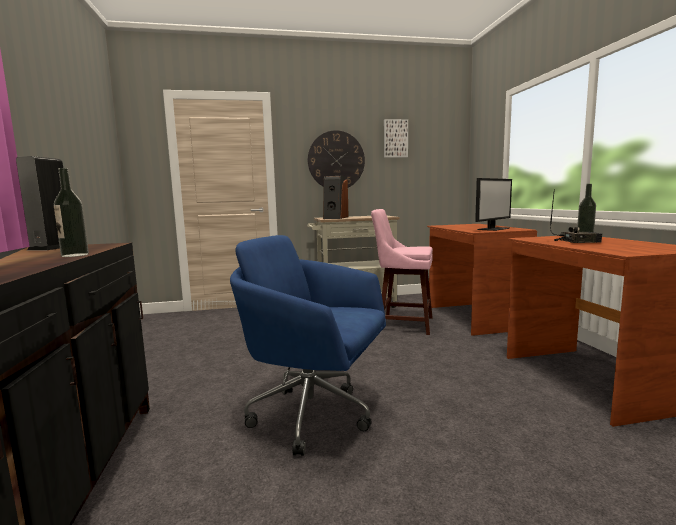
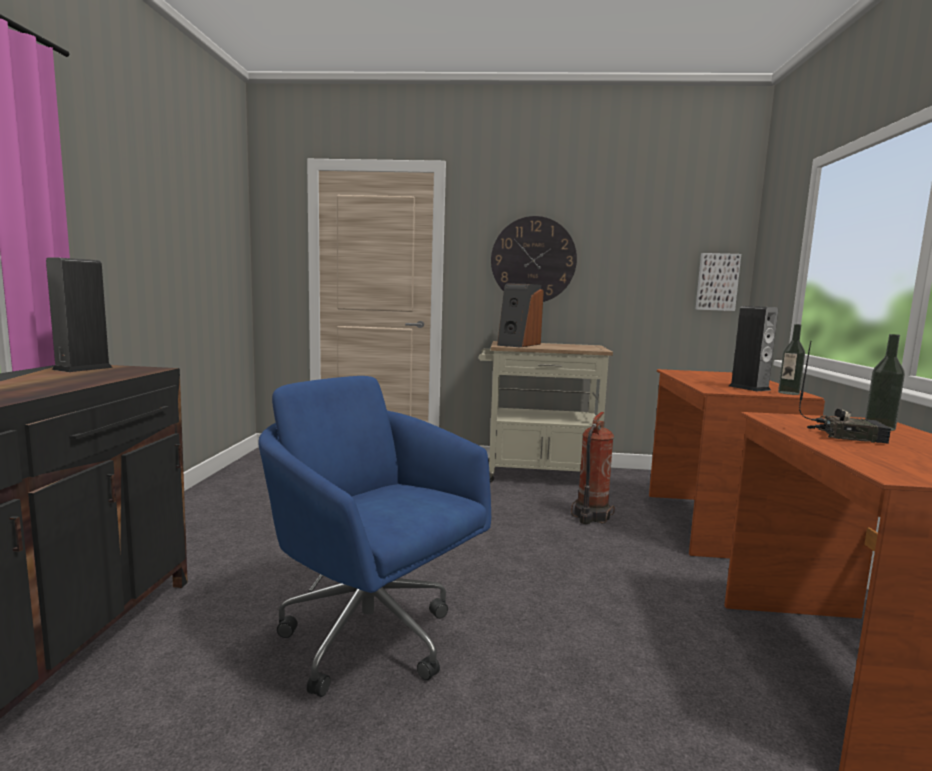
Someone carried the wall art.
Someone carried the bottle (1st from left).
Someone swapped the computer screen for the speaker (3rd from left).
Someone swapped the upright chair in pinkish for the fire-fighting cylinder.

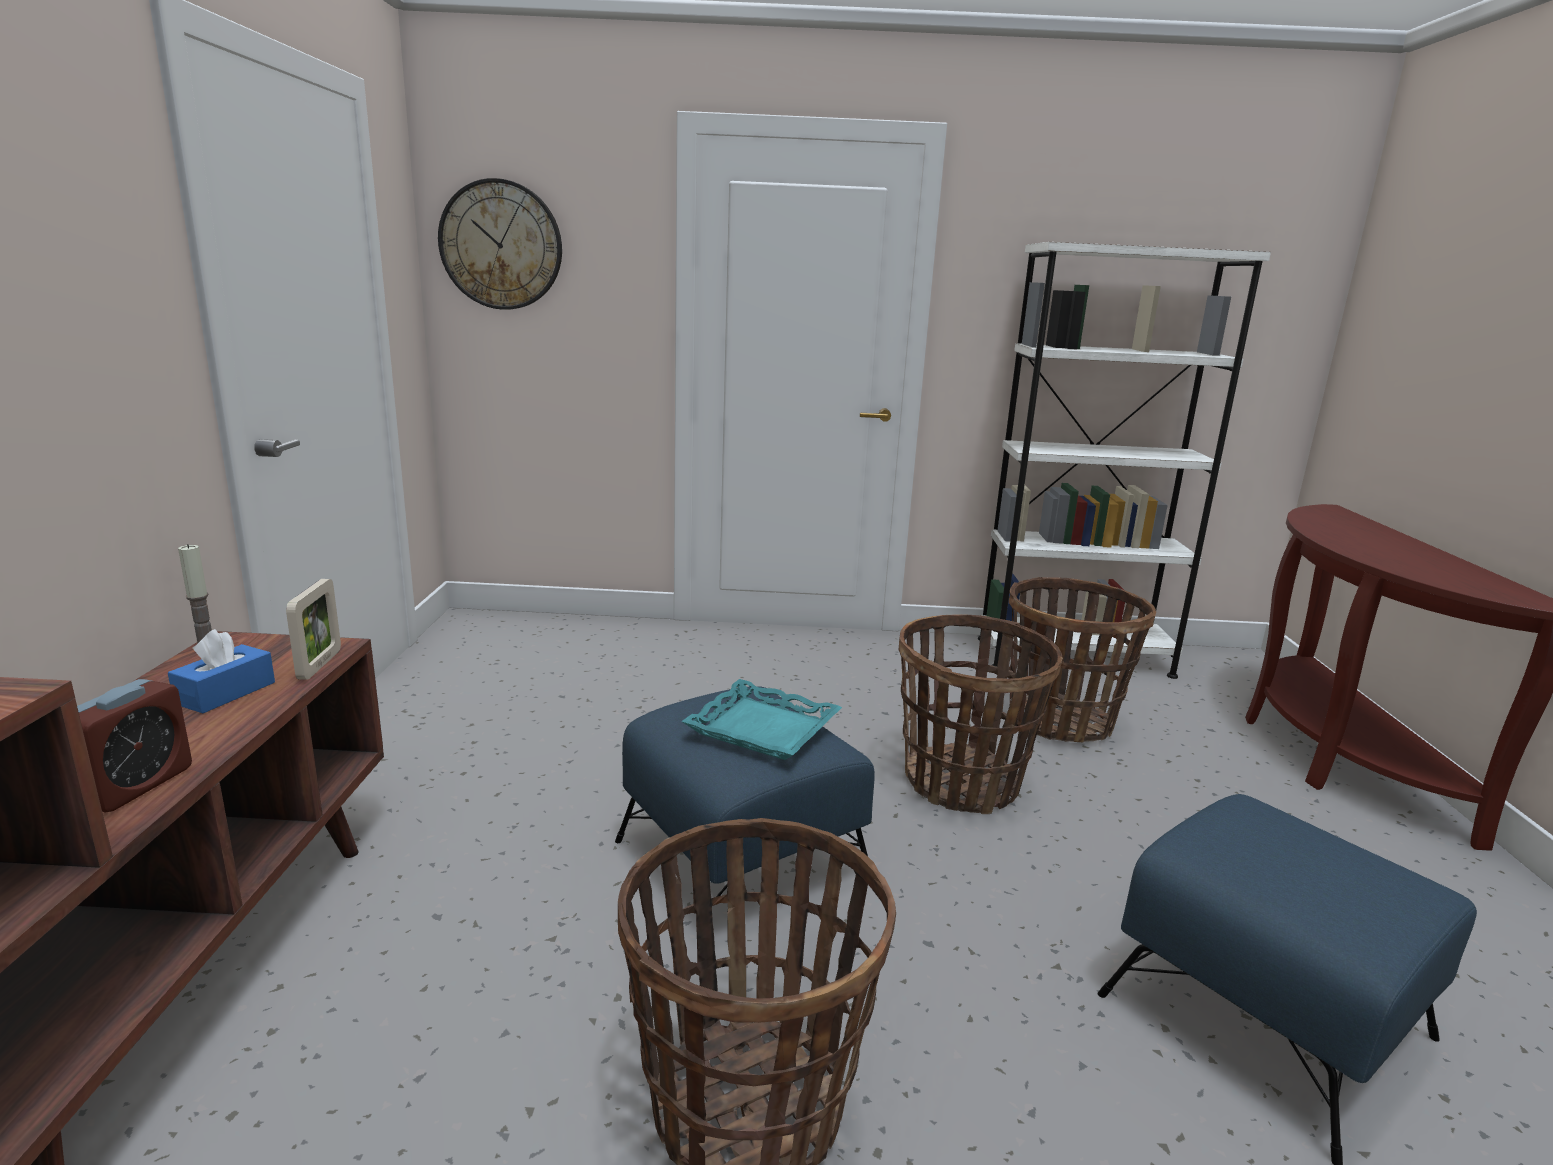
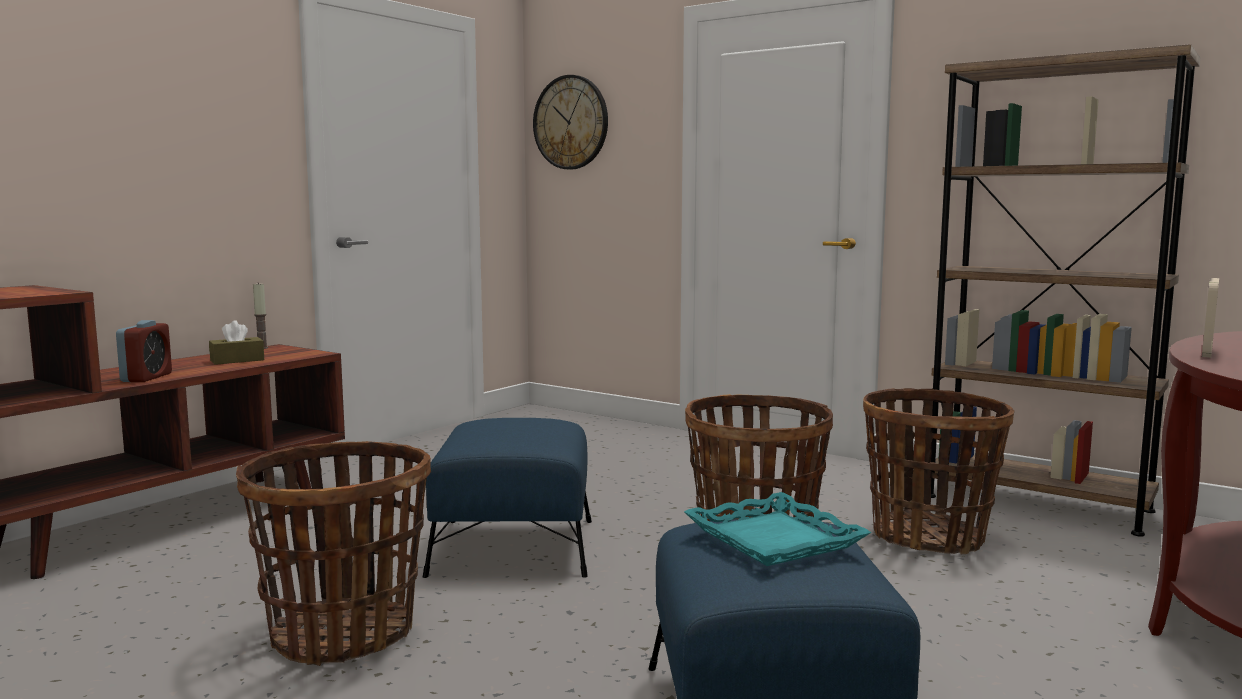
Someone repainted the bookshelf in white-coloured, which became the bookshelf in brown-coloured.
Someone carried the standing frame.
Someone repainted the box of tissues in blue-coloured, which became the box of tissues in brown-coloured.
Someone rotated the bedside clock by 45 degrees counterclockwise.
Someone carried the serving tray in turquoise.

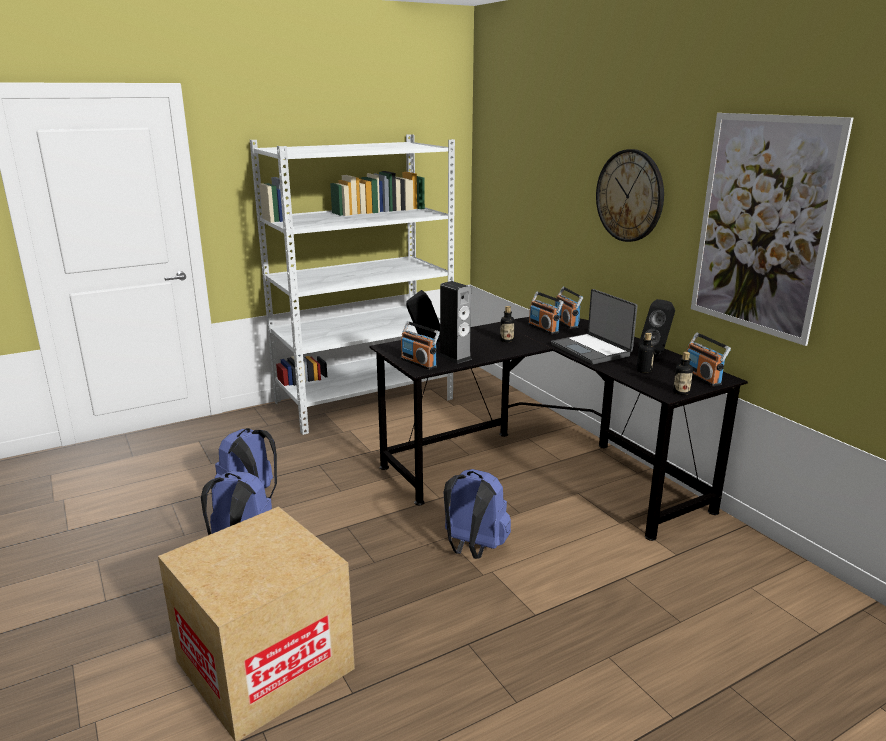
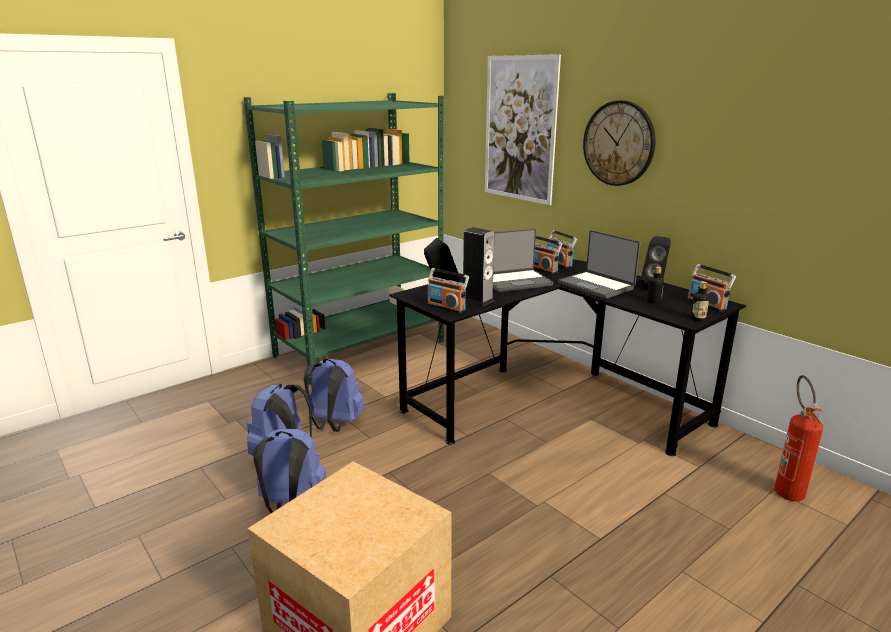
Someone carried the wall art.
Someone repainted the bookshelf in white-coloured, which became the bookshelf in green.
Someone swapped the bottle (1st from left) for the notebook computer (1st from left).
Someone carried the rucksack in blue-coloured (3rd from left).
Someone put down the fire-fighting cylinder.

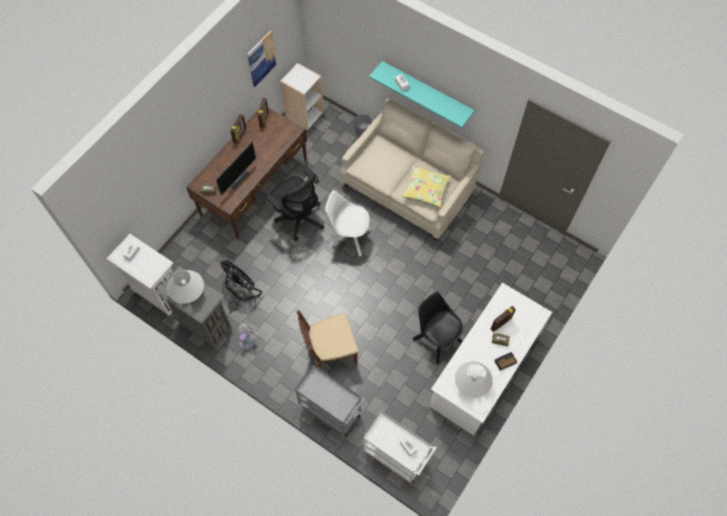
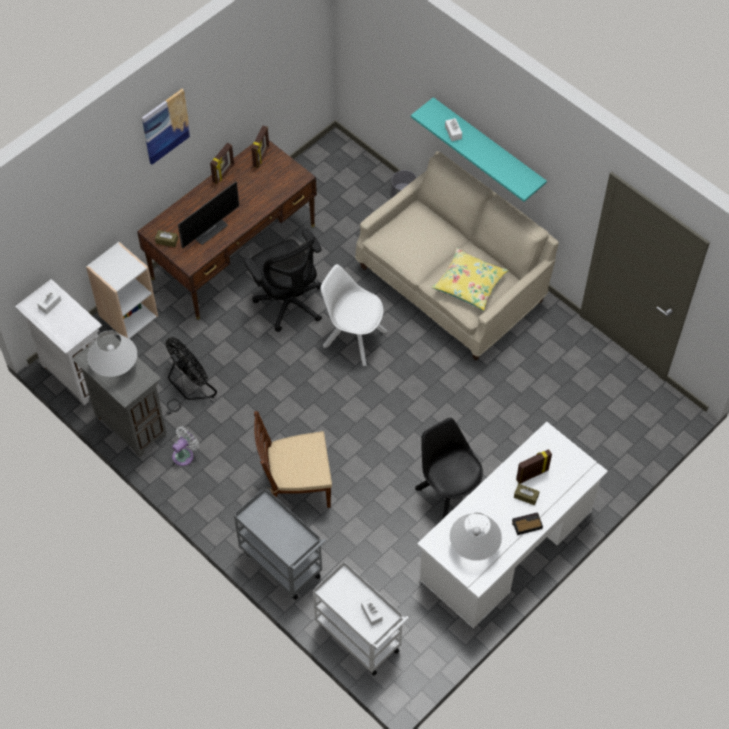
Someone carried the wall art.
Someone carried the bookshelf.

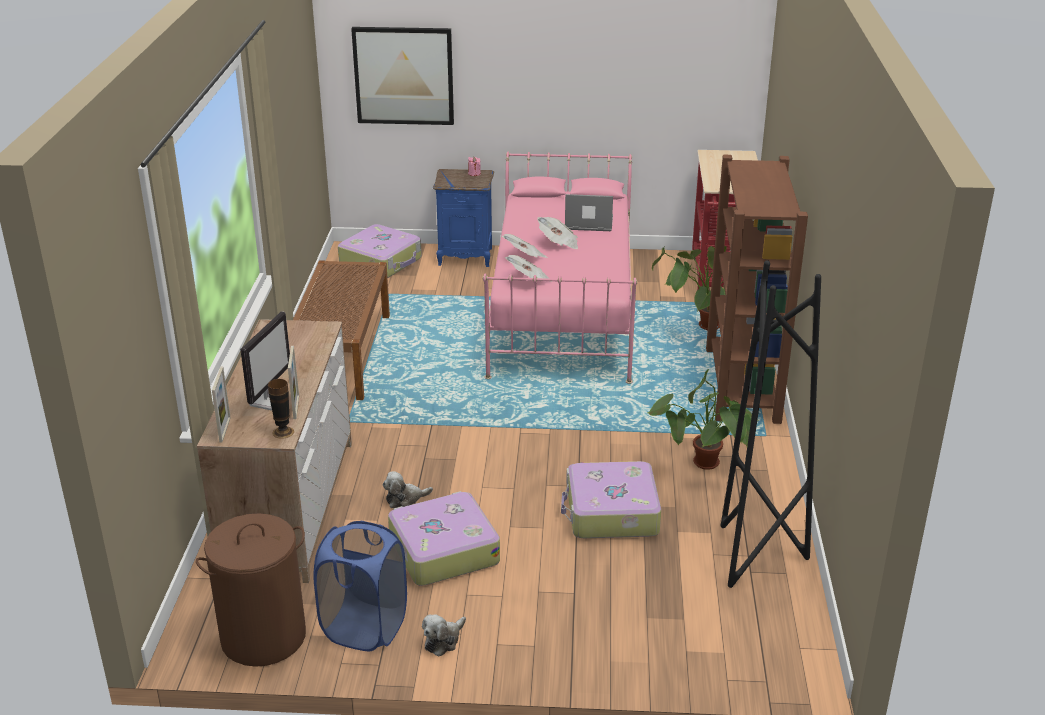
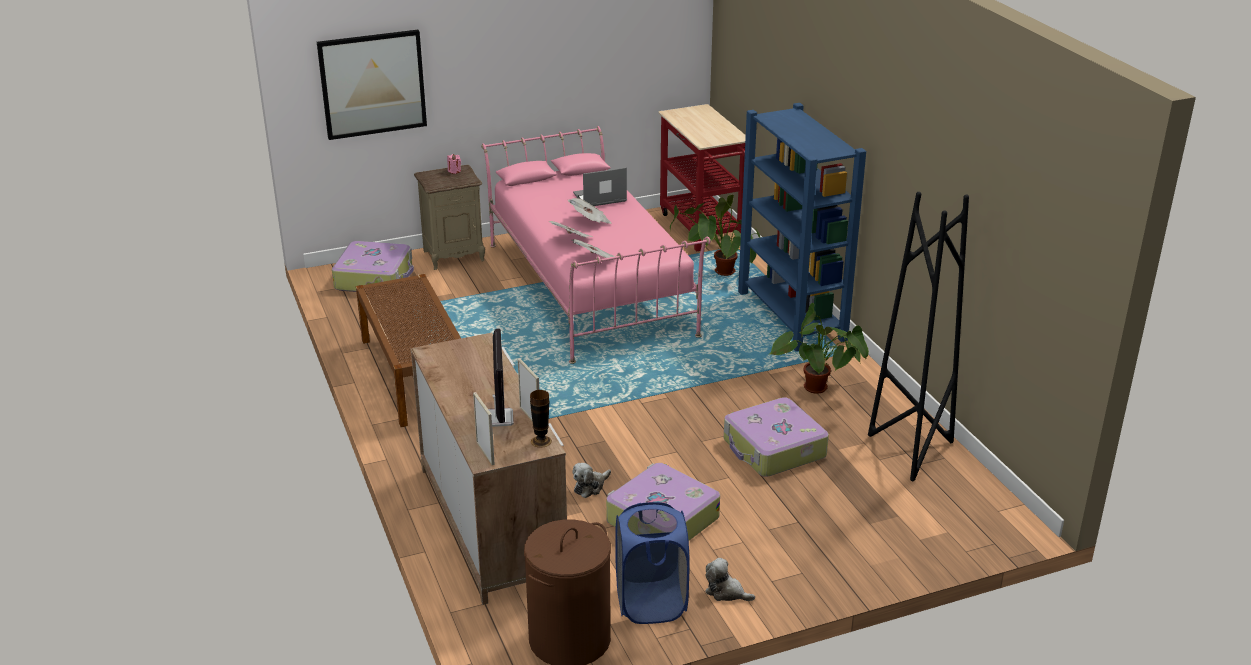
Someone repainted the bookshelf in brown-coloured, which became the bookshelf in blue-coloured.
Someone repainted the night table in blue-coloured, which became the night table in beige.
Someone rotated the soft toy (2nd from left) by 105 degrees clockwise.

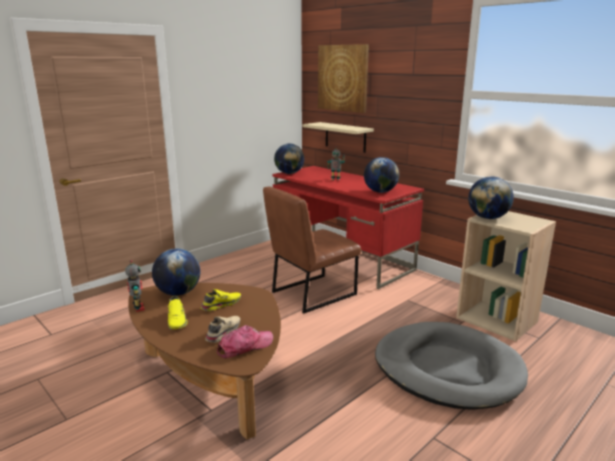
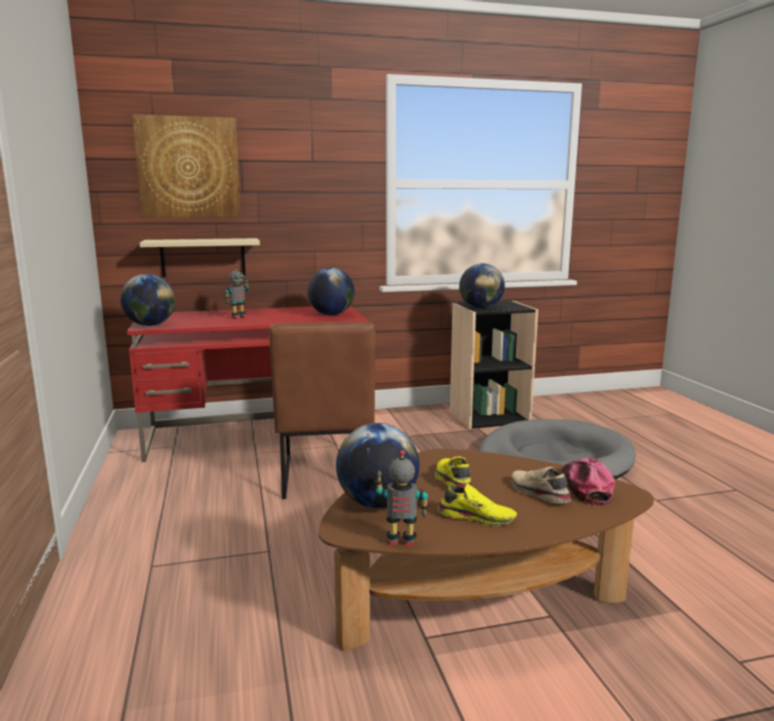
Someone repainted the bookshelf in beige, which became the bookshelf in black-coloured.

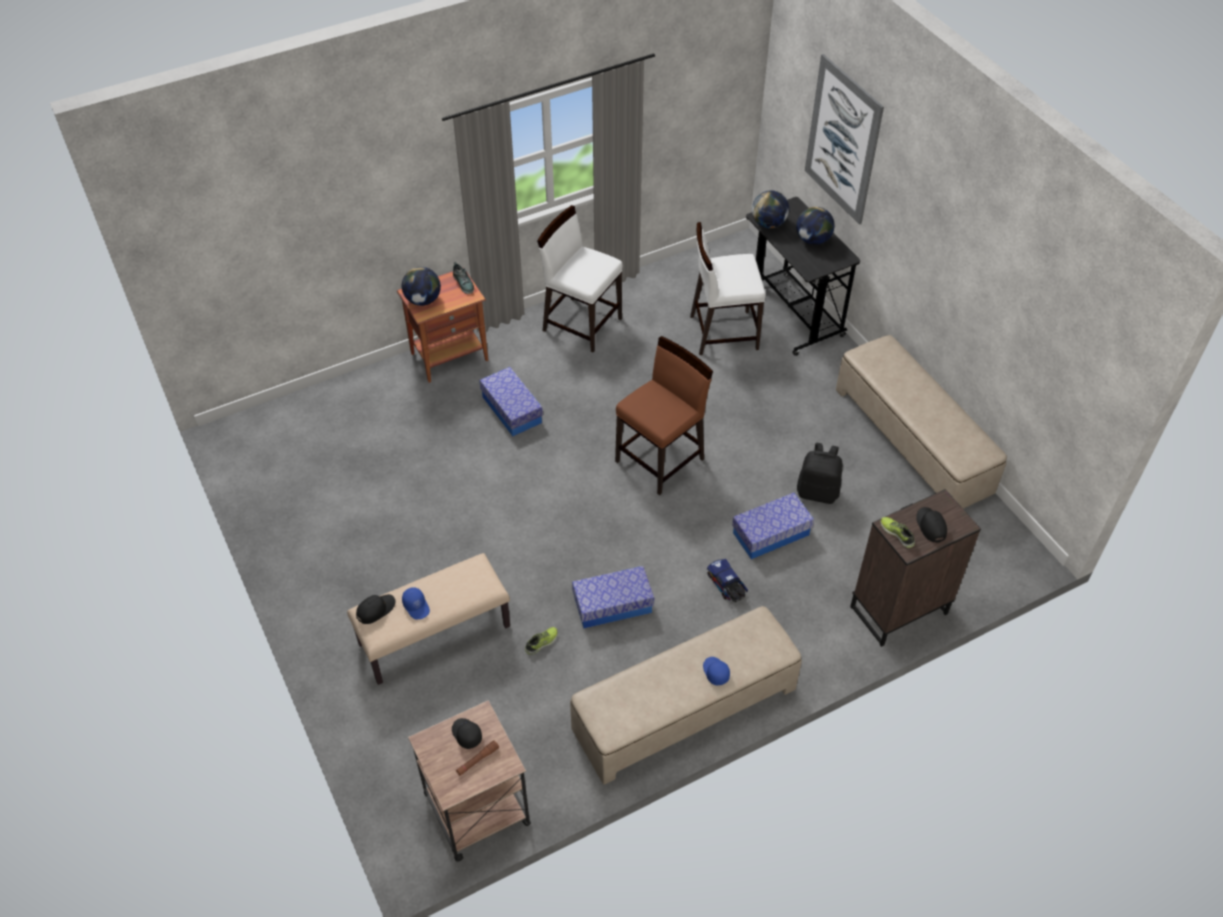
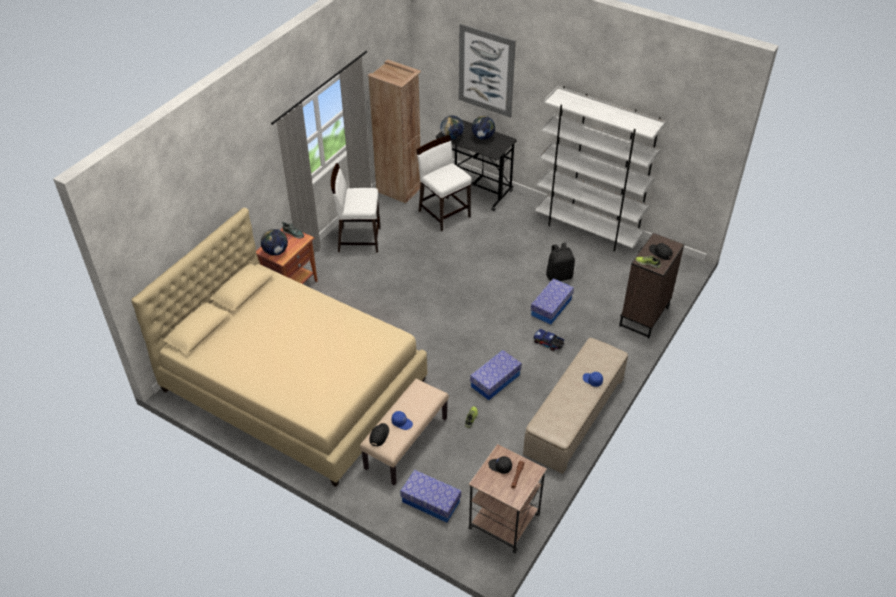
Someone rotated the upright chair in white-coloured (2nd from left) by 90 degrees clockwise.
Someone swapped the long seat in beige (3rd from left) for the bookshelf in white-coloured.
Someone took away the upright chair in brown-coloured.
Someone carried the storage box (1st from left).
Someone put down the storage cabinet in brown-coloured.
Someone put down the bedroom bed in beige.

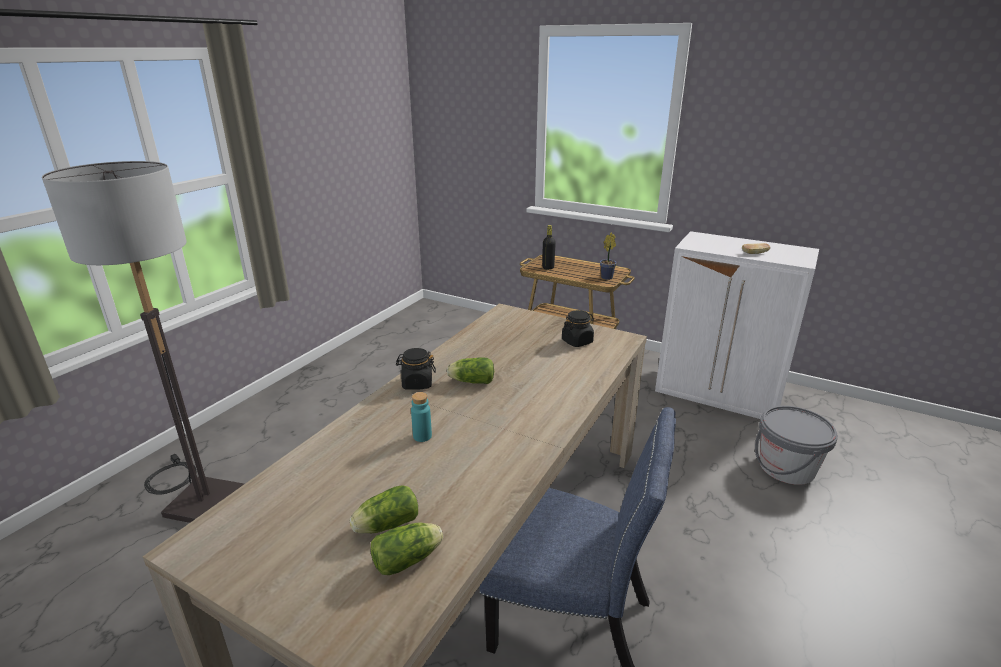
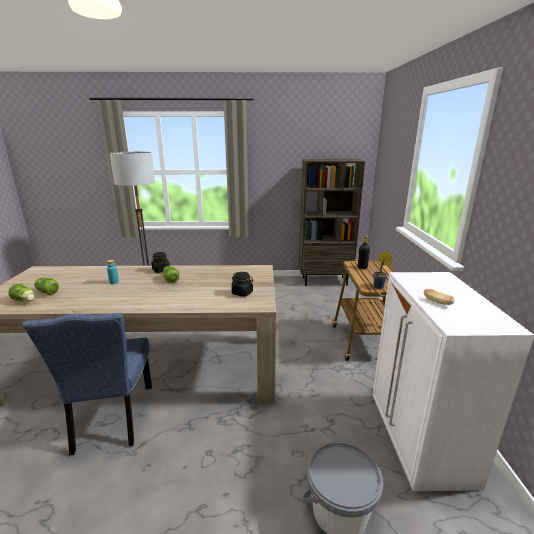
Someone put down the bookshelf in brown-coloured.

